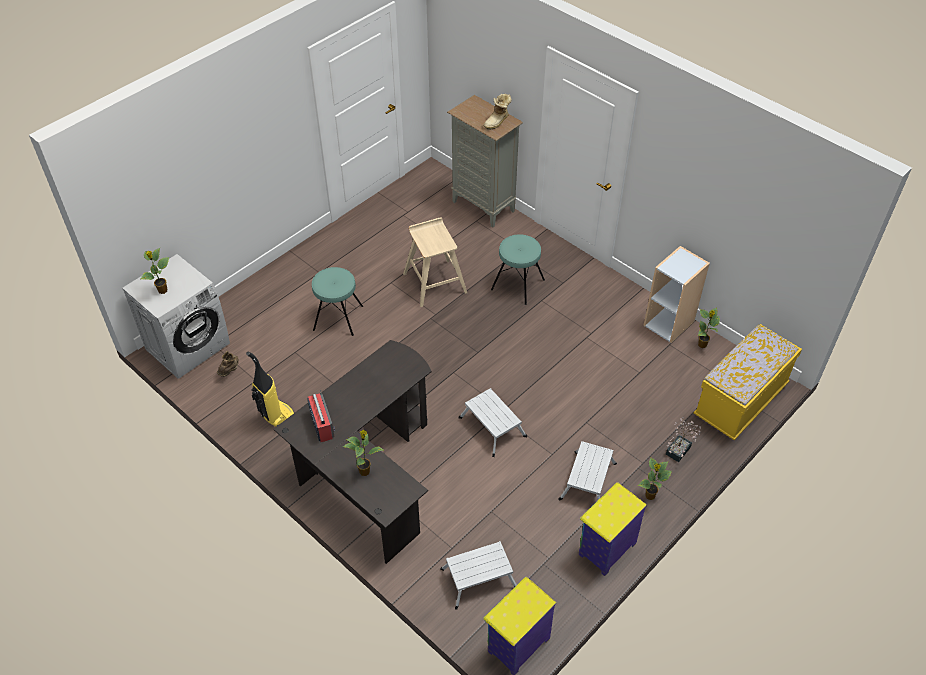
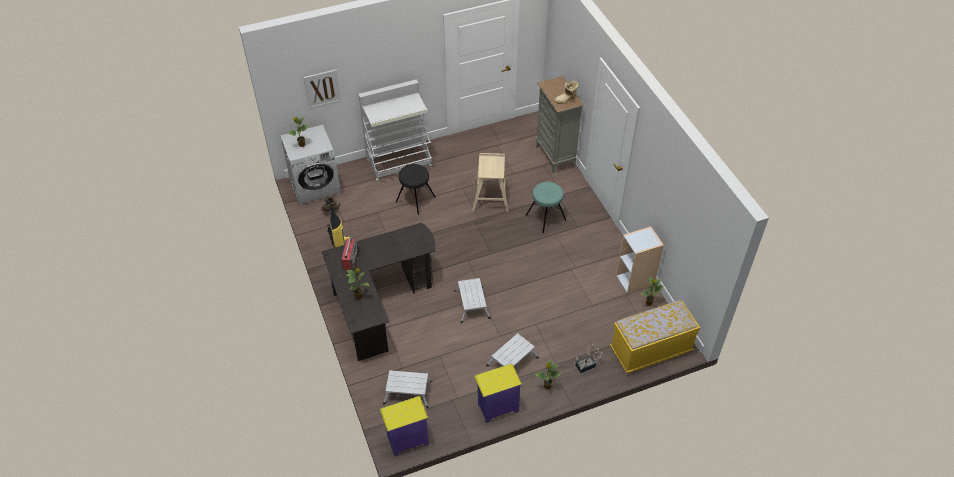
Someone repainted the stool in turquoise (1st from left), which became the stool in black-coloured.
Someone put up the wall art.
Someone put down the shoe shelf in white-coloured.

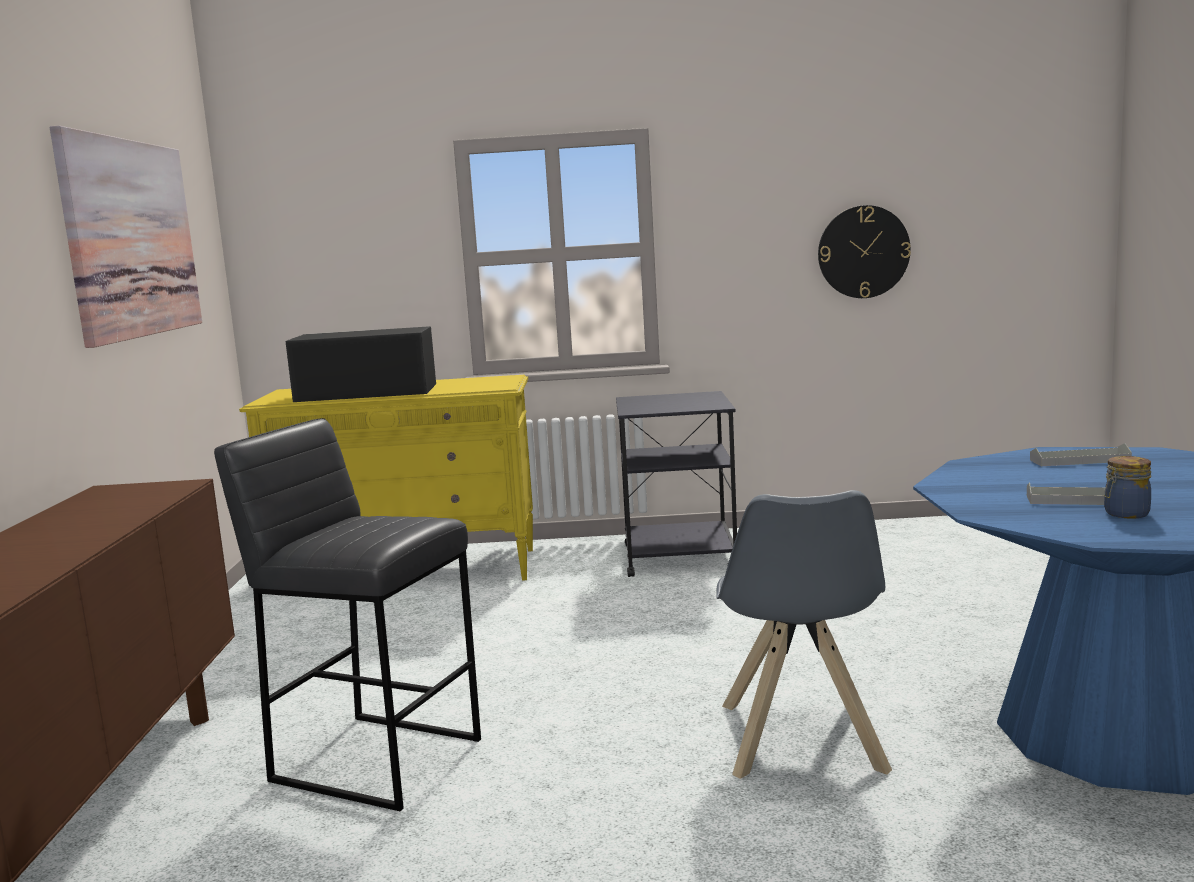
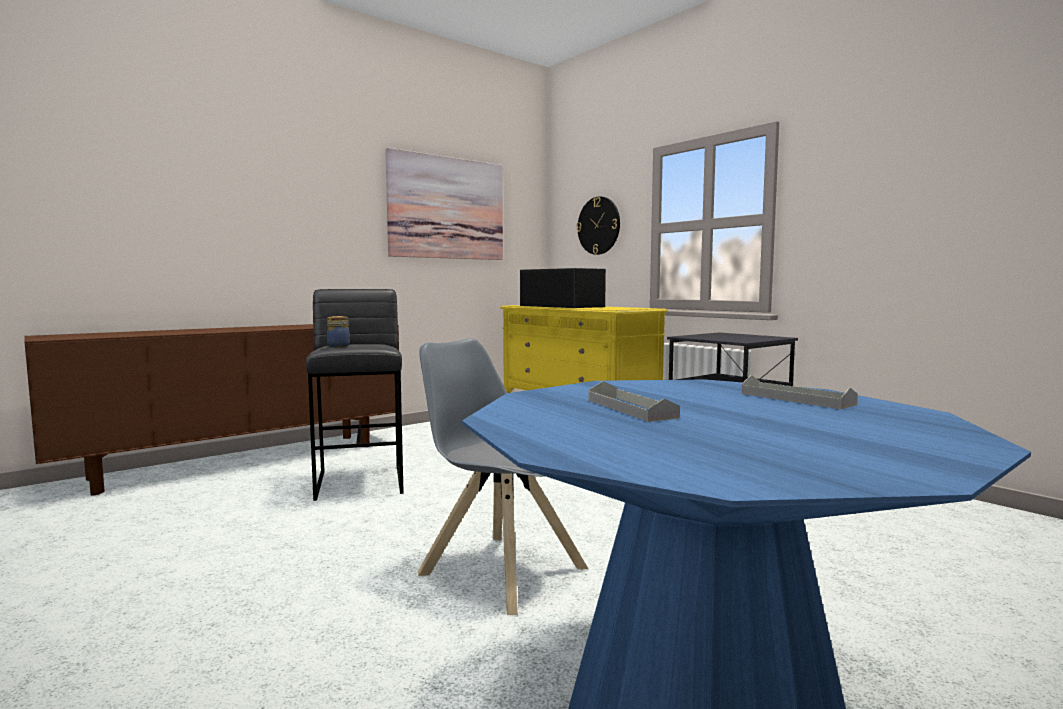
Someone carried the wall clock.
Someone carried the jar.
Someone rotated the upright chair in gray by 75 degrees clockwise.

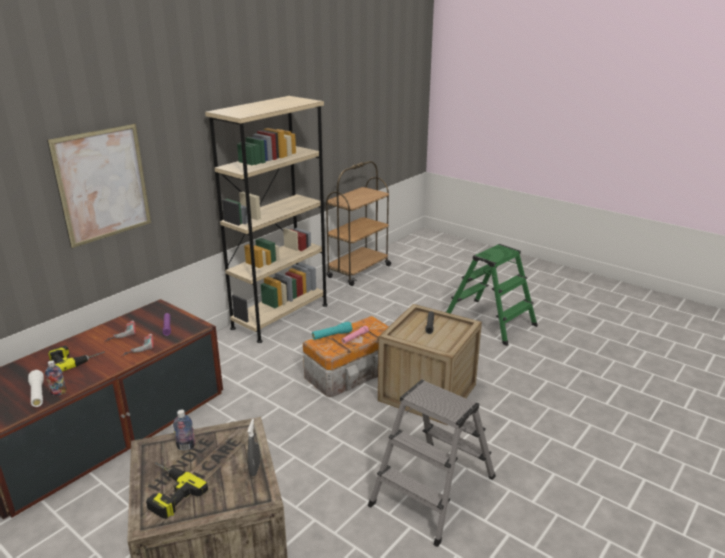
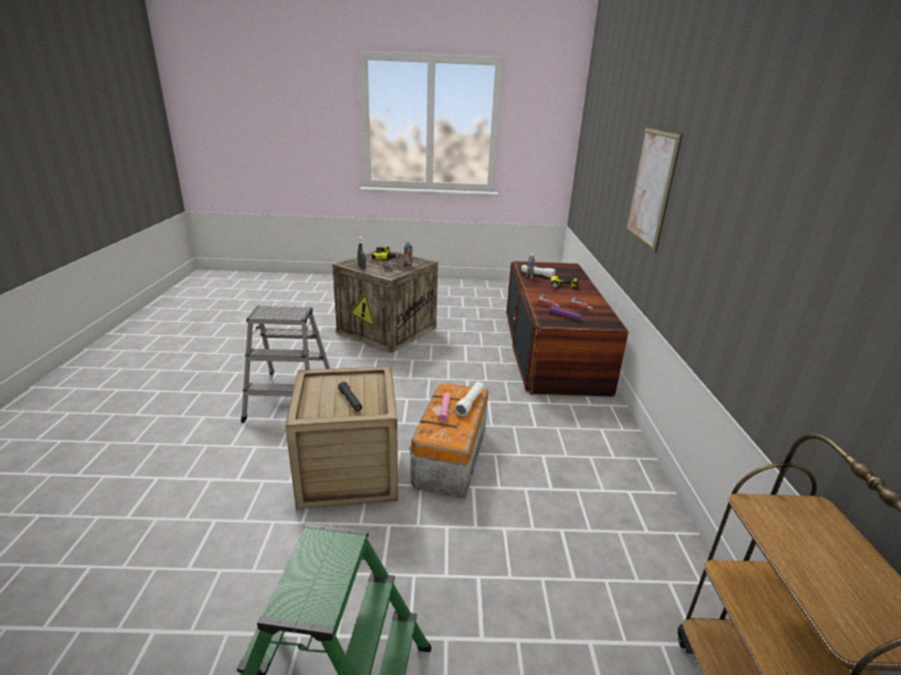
Someone took away the bookshelf in beige.
Someone repainted the flashlight in turquoise, which became the flashlight in white-coloured (1st from left).

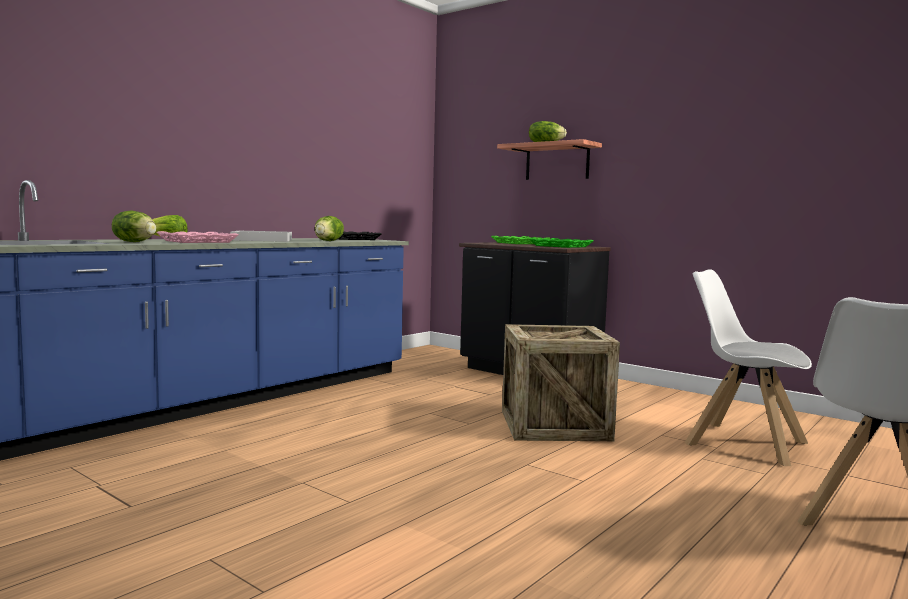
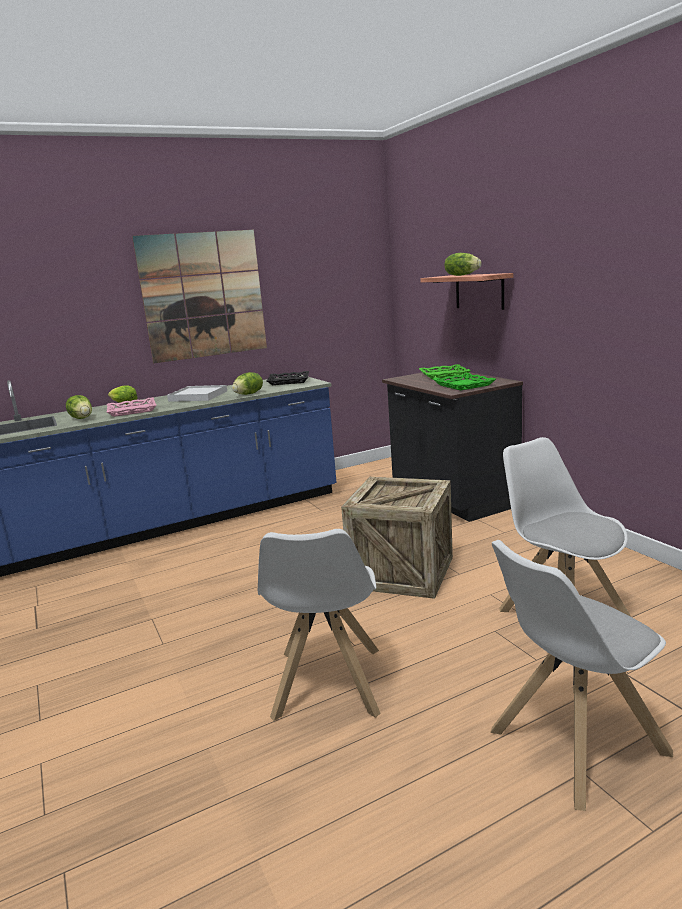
Someone put up the wall art.
Someone put down the upright chair (1st from left).

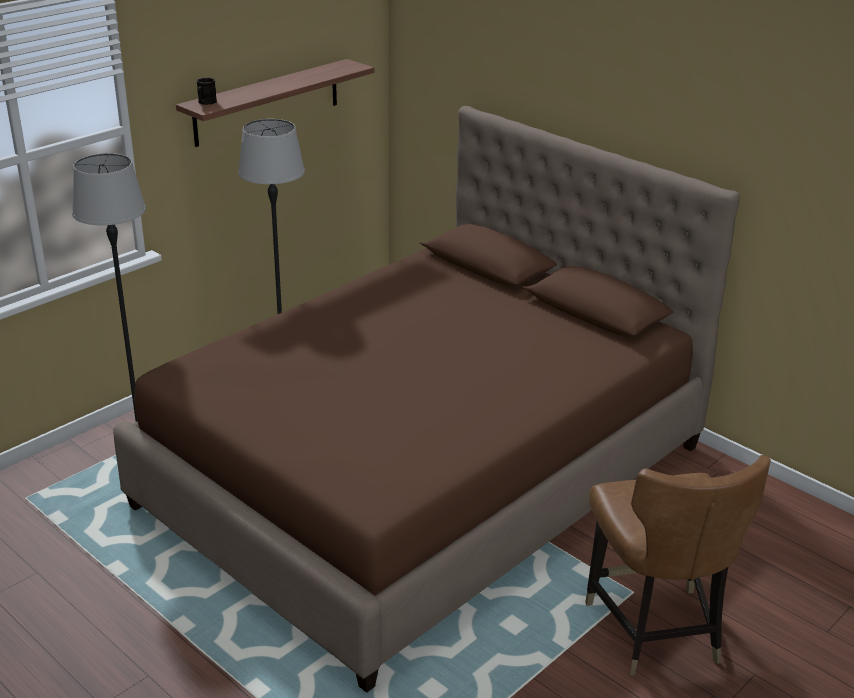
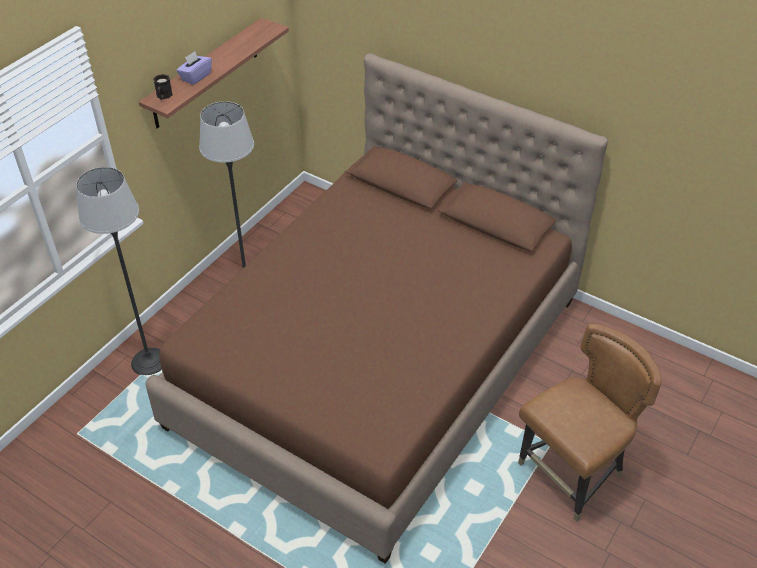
Someone rotated the upright chair in brown-coloured by 105 degrees counterclockwise.
Someone put down the box of tissues in purple.

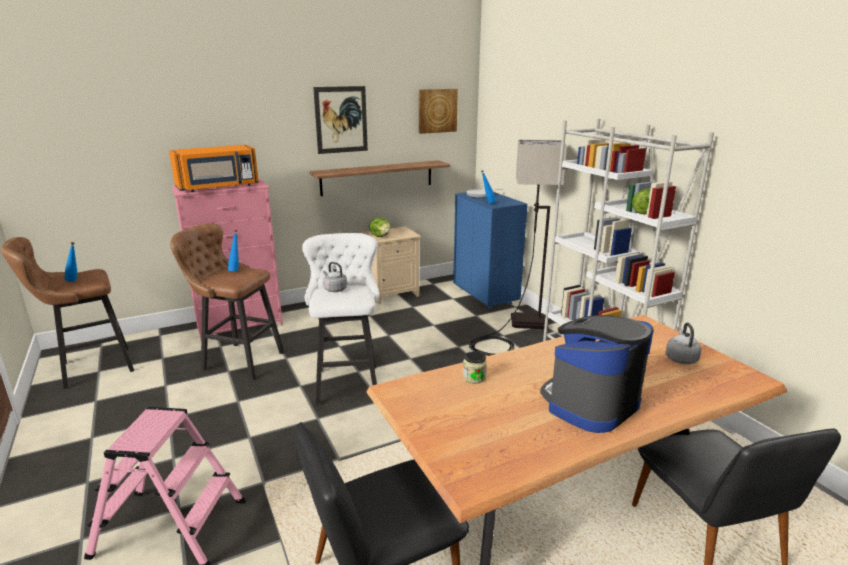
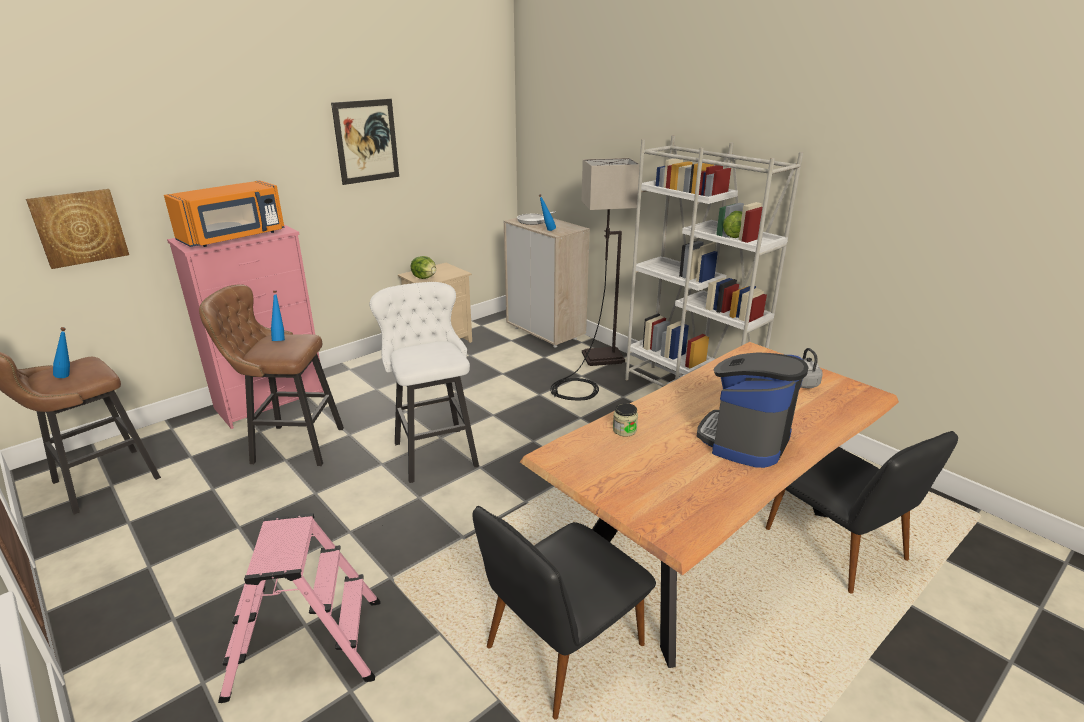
Someone carried the wall art (2nd from left in the first image).
Someone took away the bracket shelf.
Someone repainted the storage cabinet in blue-coloured, which became the storage cabinet in beige.
Someone took away the water kettle in gray (1st from left).

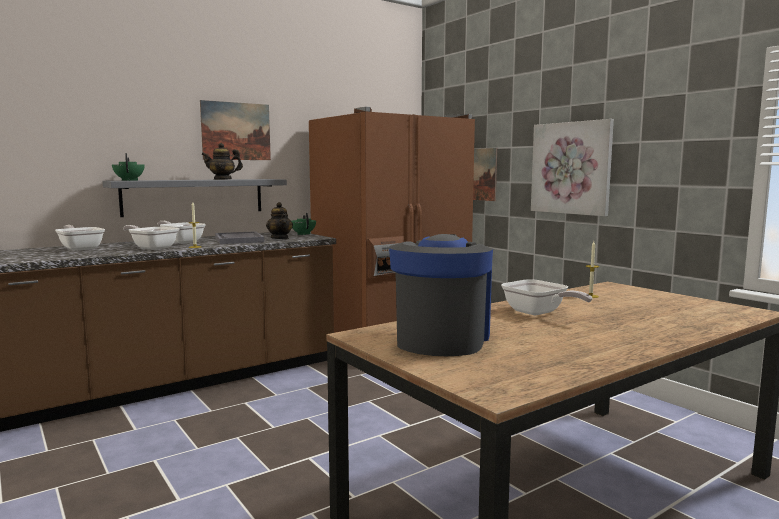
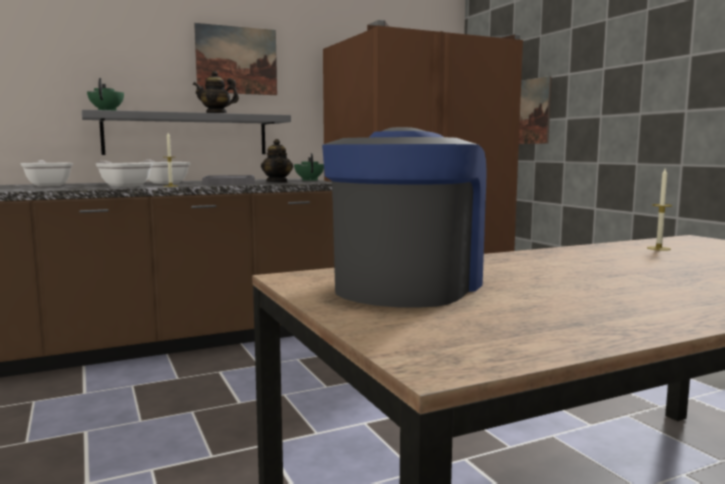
Someone took away the wall art (3rd from left).
Someone took away the skillet (4th from left).

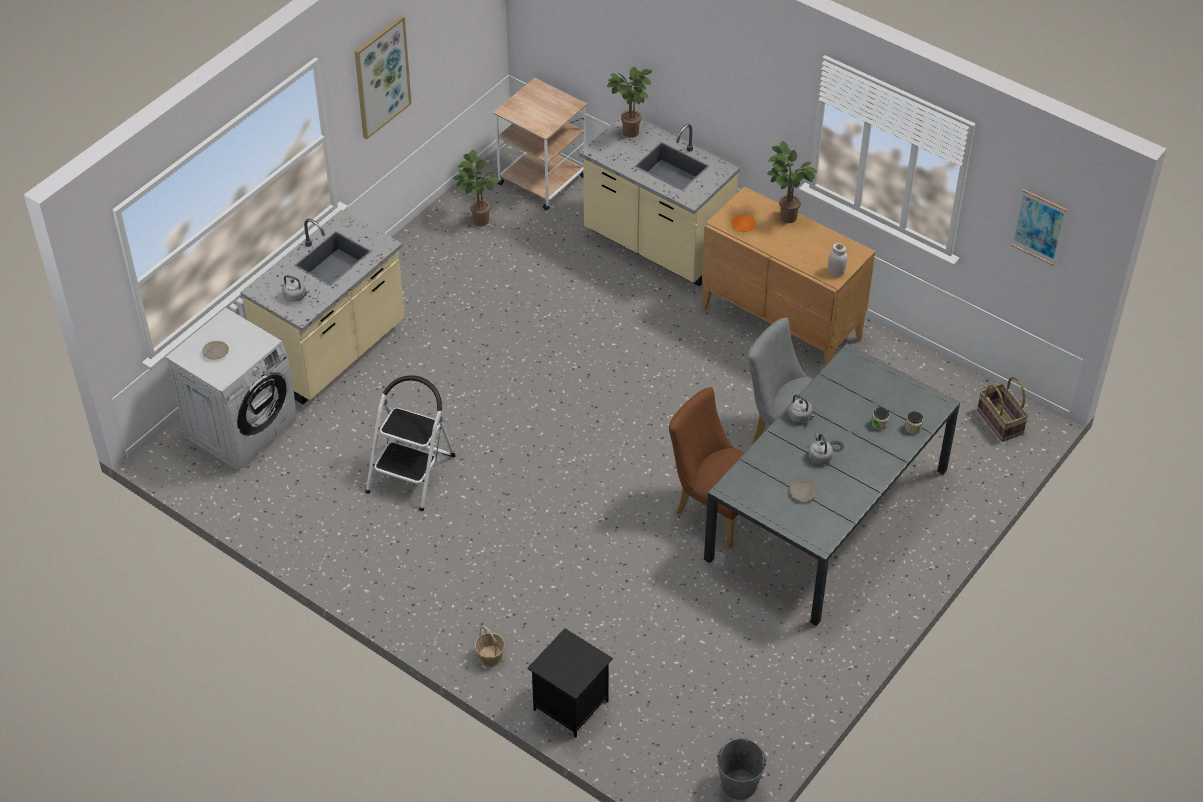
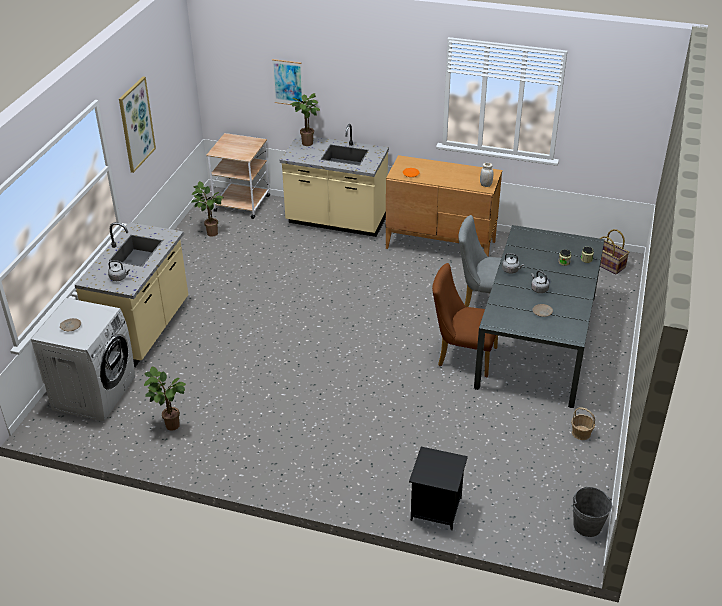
Someone carried the plant in a pot (3rd from left in the first image).
Someone carried the wall art (2nd from left).
Someone took away the step stool.
Someone carried the storage basket (1st from left).

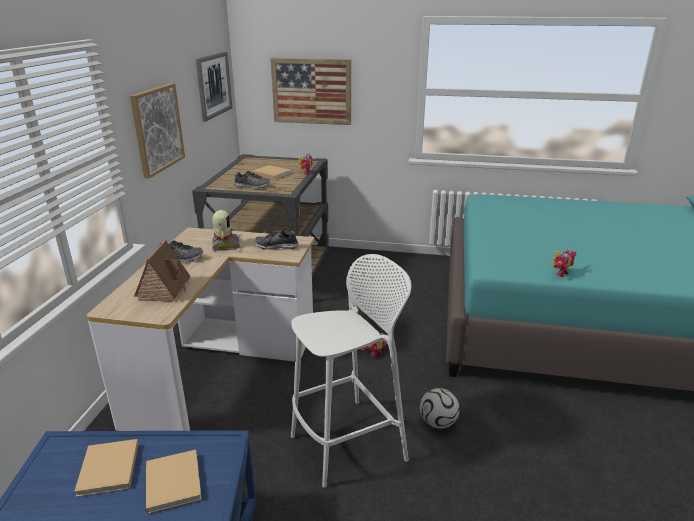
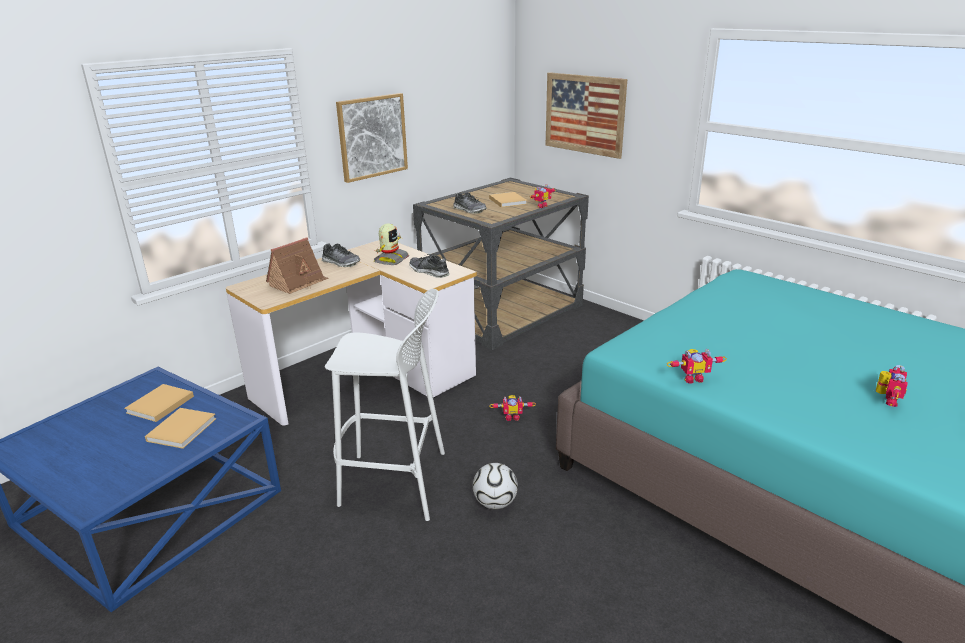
Someone took away the wall art (2nd from left).
Someone put down the model robot (5th from left).

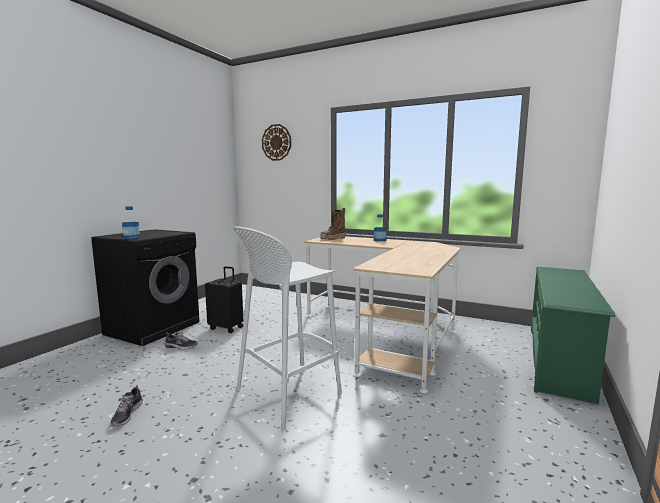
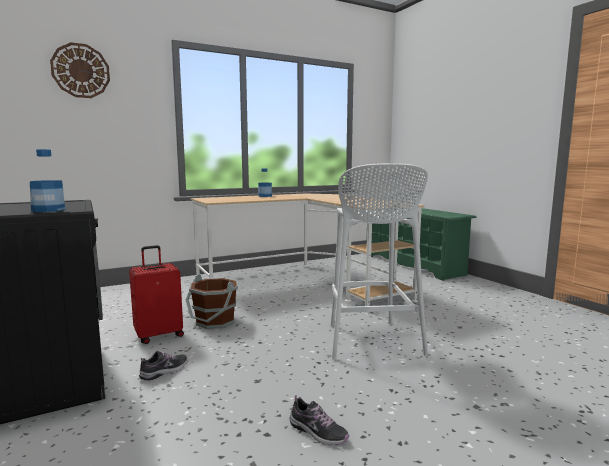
Someone took away the high-top boot.
Someone repainted the travel case in black-coloured, which became the travel case in red-coloured.
Someone put down the bucket in brown-coloured.

